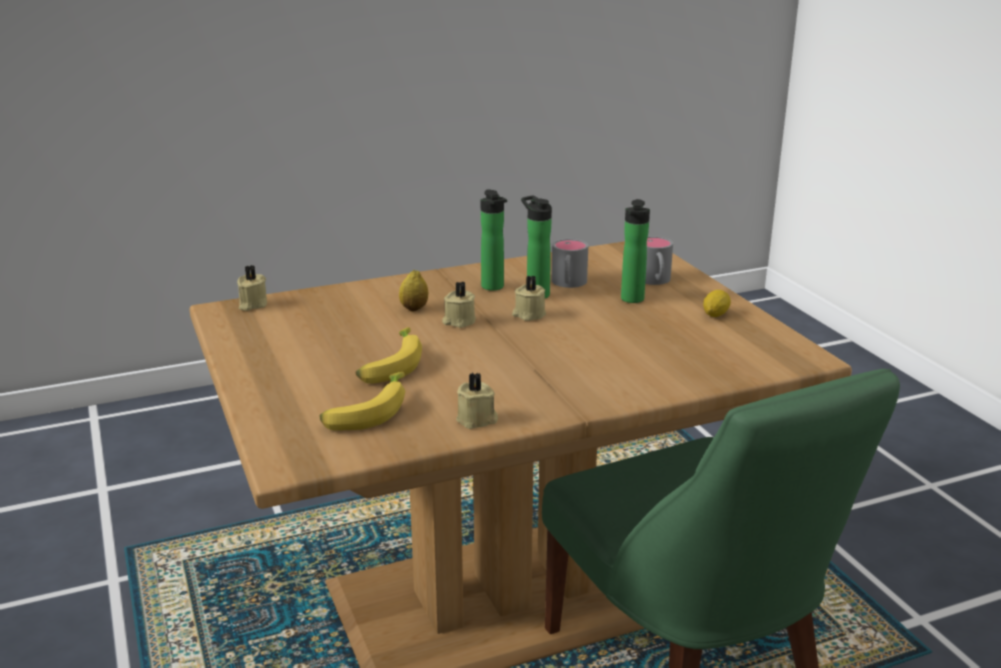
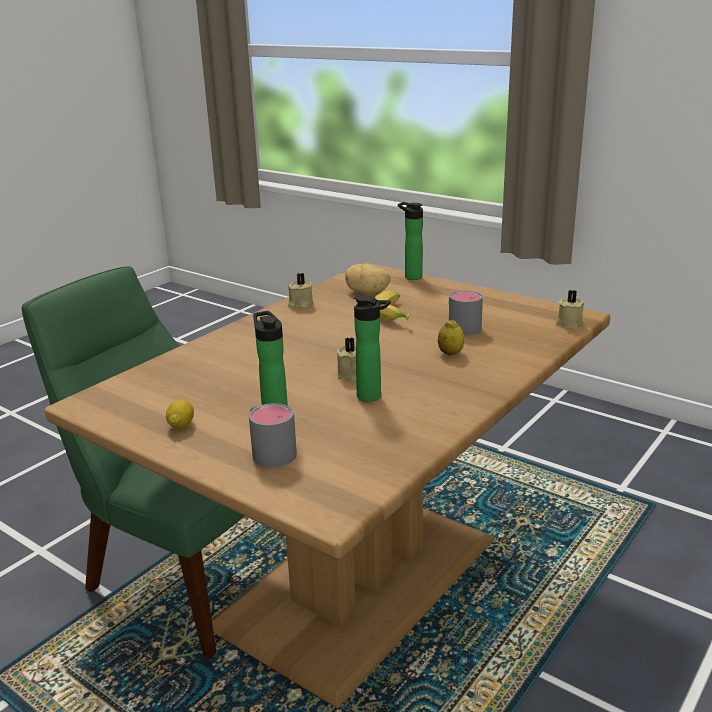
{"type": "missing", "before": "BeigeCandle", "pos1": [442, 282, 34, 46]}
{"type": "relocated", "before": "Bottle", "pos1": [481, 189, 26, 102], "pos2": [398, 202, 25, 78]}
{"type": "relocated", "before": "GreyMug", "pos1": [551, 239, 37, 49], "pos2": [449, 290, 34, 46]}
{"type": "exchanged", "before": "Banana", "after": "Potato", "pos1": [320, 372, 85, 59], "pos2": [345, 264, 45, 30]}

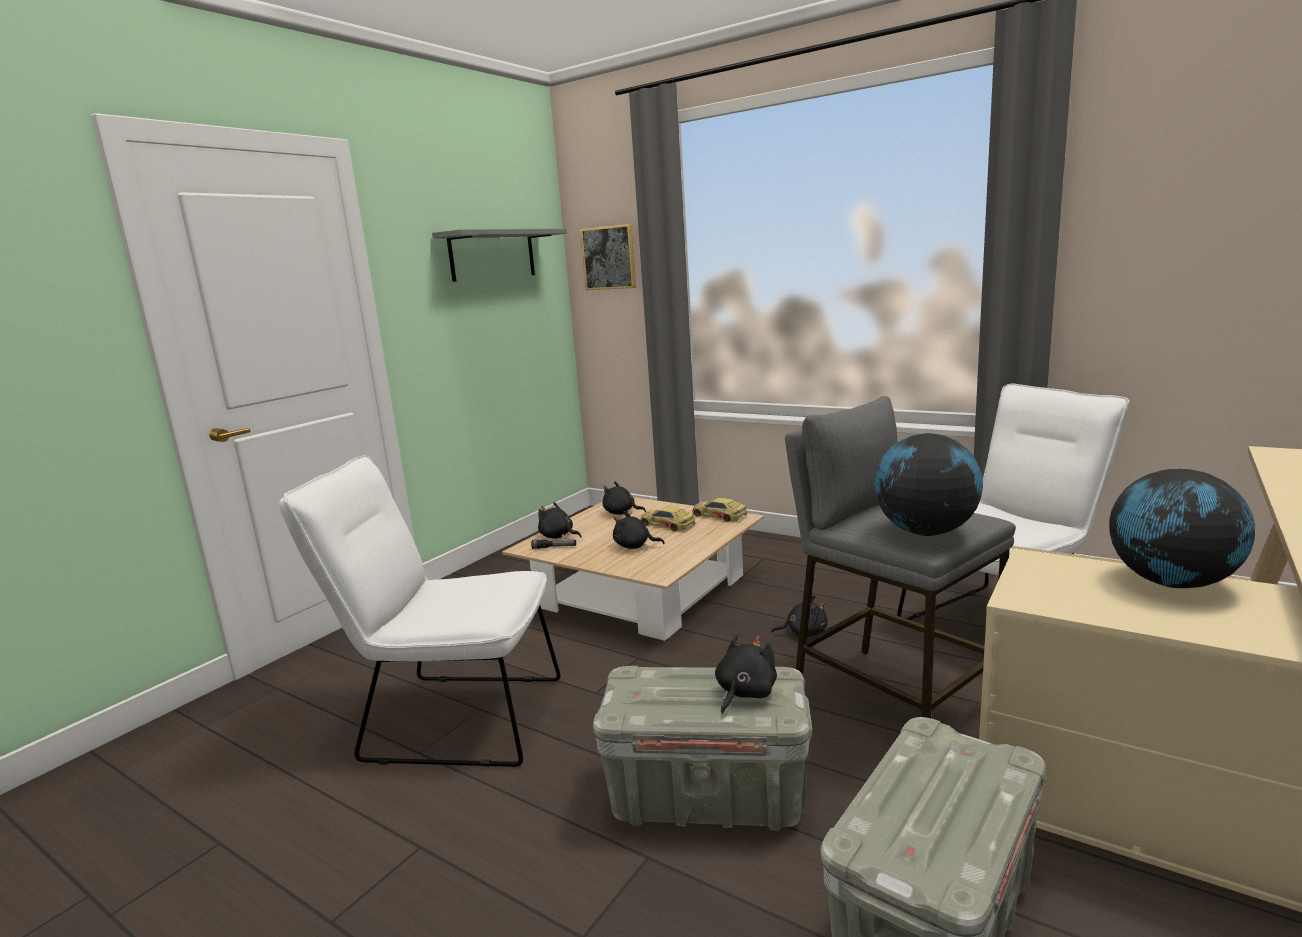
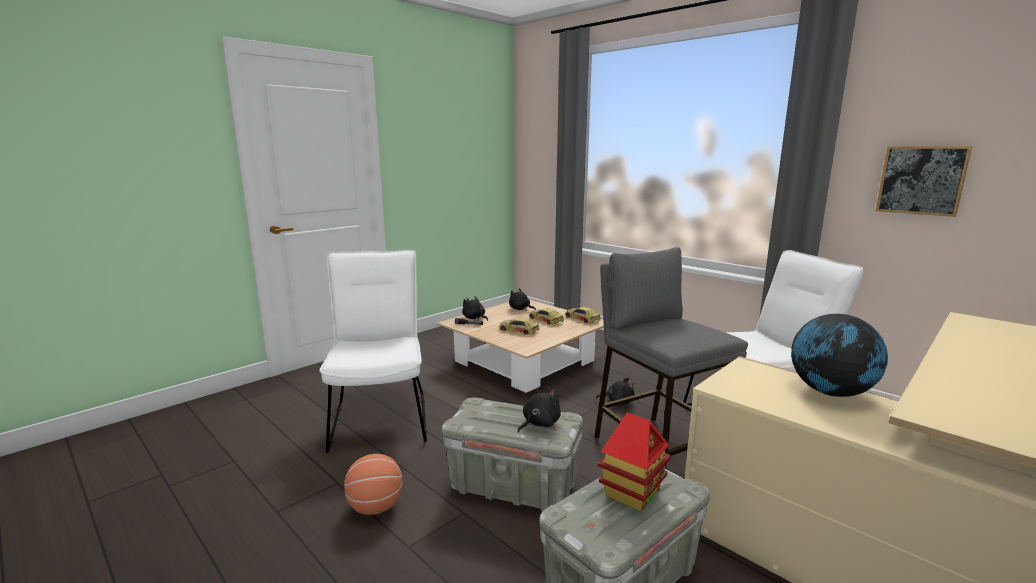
{"type": "missing", "before": "GreyShelf", "pos1": [432, 229, 135, 53]}
{"type": "missing", "before": "Globe", "pos1": [874, 433, 109, 103]}
{"type": "appeared", "after": "Basketball", "pos2": [344, 454, 59, 61]}
{"type": "appeared", "after": "ToyHouse", "pos2": [598, 413, 73, 98]}
{"type": "relocated", "before": "Picture", "pos1": [580, 224, 56, 66], "pos2": [876, 146, 96, 71]}
{"type": "exchanged", "before": "BlackPlushToy", "after": "ToyCar", "pos1": [613, 511, 52, 38], "pos2": [499, 318, 40, 17]}
{"type": "spun", "before": "WhiteChair", "pos1": [279, 455, 282, 312], "pos2": [320, 250, 107, 203], "turn": 60}

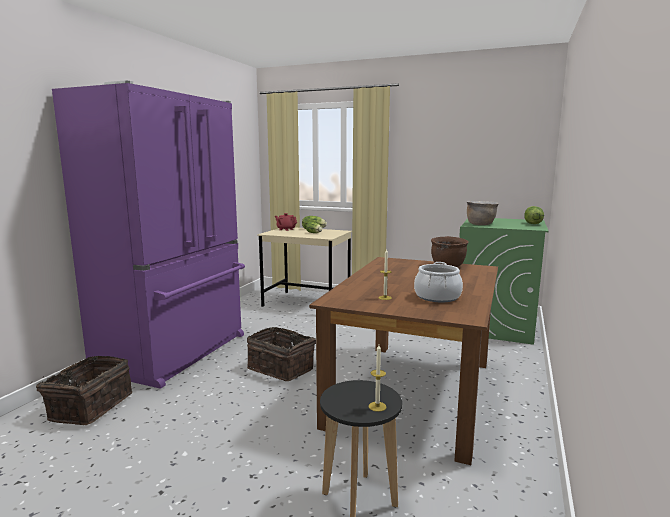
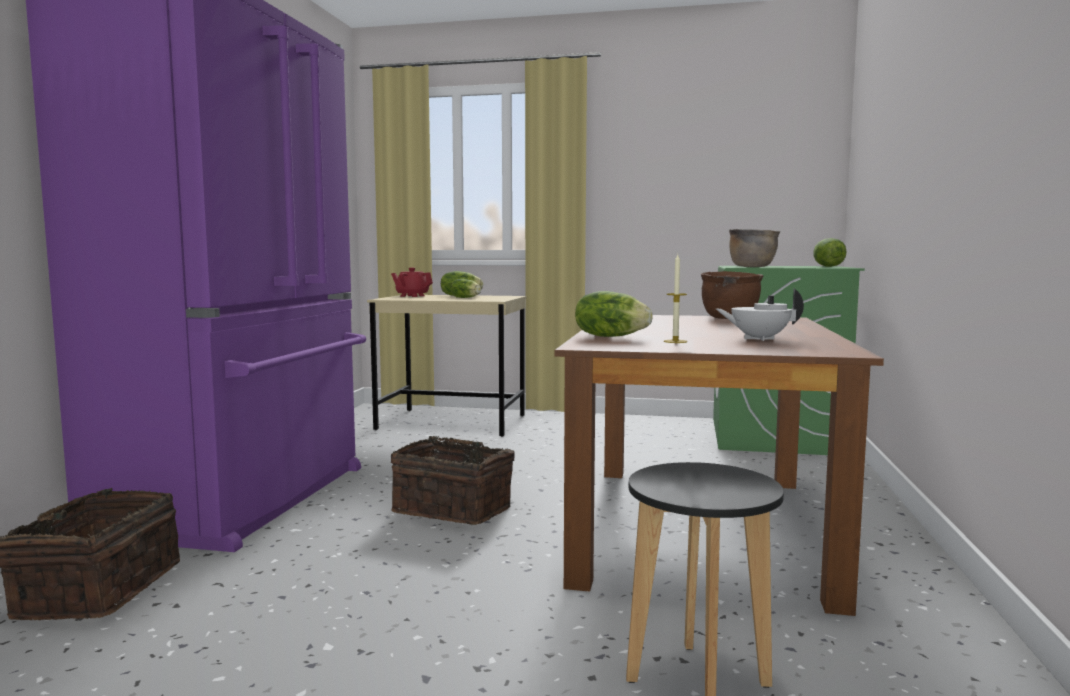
{"type": "missing", "before": "Candle", "pos1": [368, 345, 18, 67]}
{"type": "appeared", "after": "Lettuce", "pos2": [575, 291, 77, 46]}
{"type": "exchanged", "before": "CookingPot", "after": "WhiteTeapot", "pos1": [414, 262, 49, 40], "pos2": [716, 289, 88, 52]}

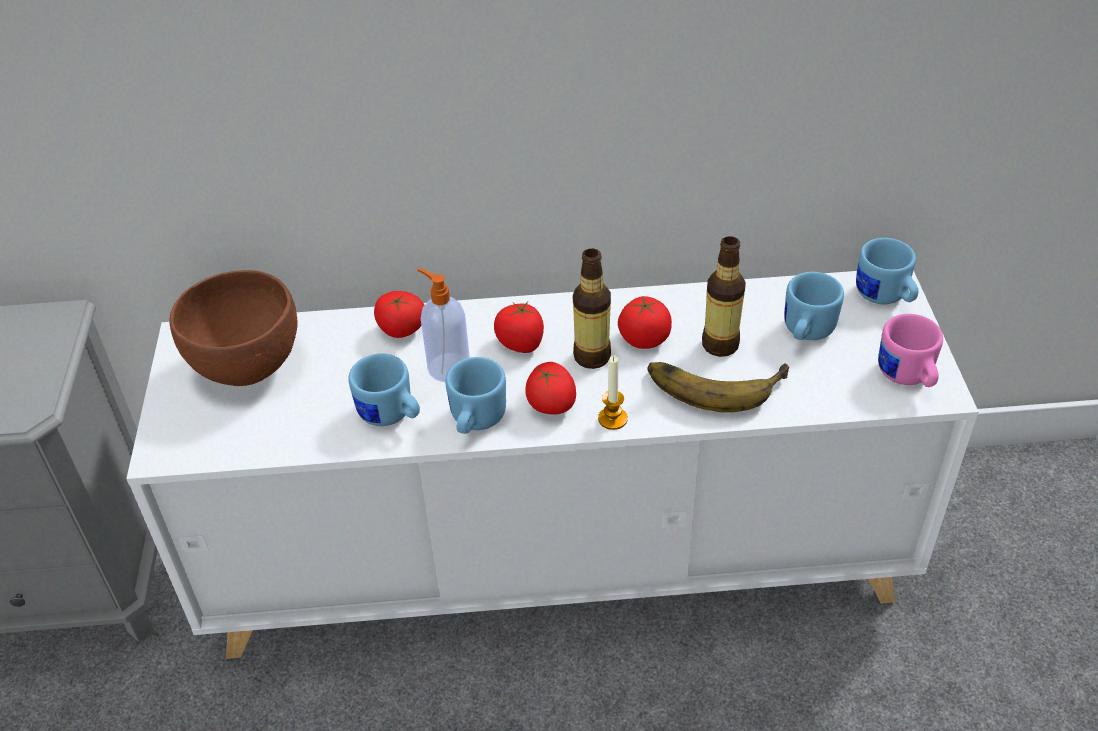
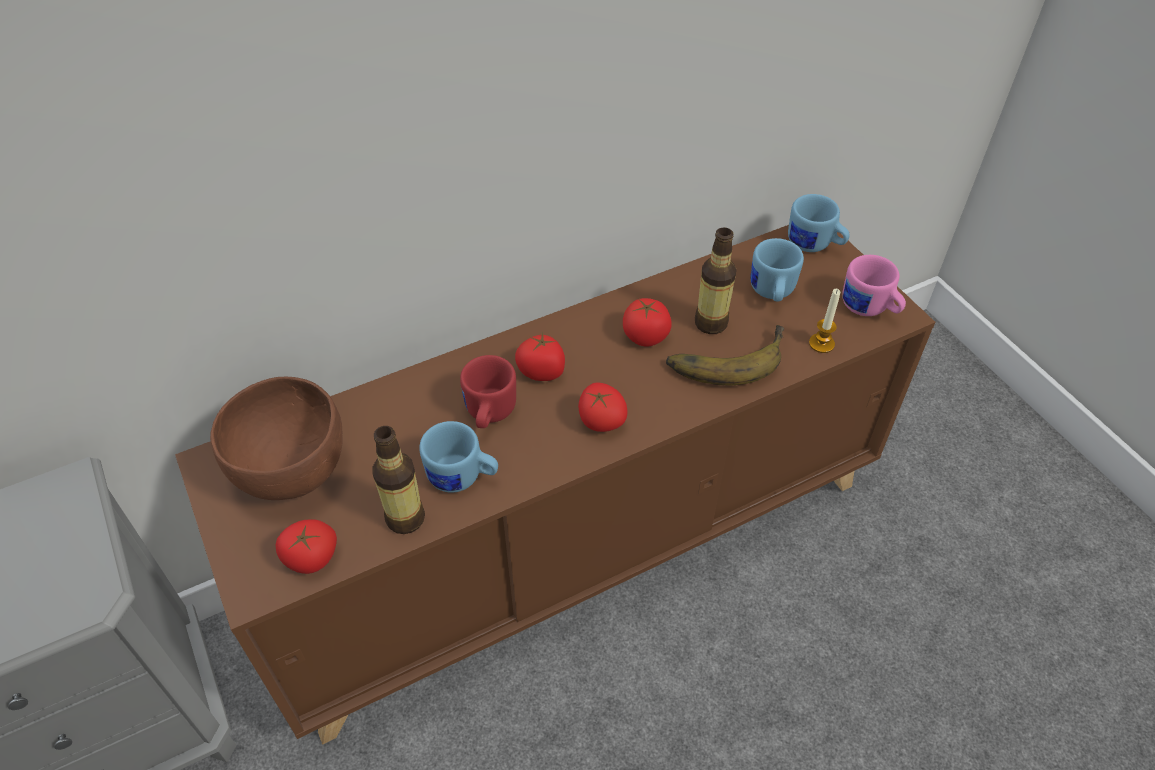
{"type": "missing", "before": "BlueMug", "pos1": [445, 357, 61, 77]}
{"type": "relocated", "before": "Tomato", "pos1": [374, 291, 50, 47], "pos2": [276, 519, 61, 55]}
{"type": "relocated", "before": "Bottle", "pos1": [573, 248, 38, 121], "pos2": [373, 426, 52, 108]}
{"type": "relocated", "before": "Candle", "pos1": [598, 356, 30, 74], "pos2": [809, 289, 31, 64]}
{"type": "exchanged", "before": "SoapDispenser", "after": "RedMug", "pos1": [417, 268, 53, 114], "pos2": [460, 355, 56, 73]}
{"type": "colour", "before": "WhiteCabinet", "after": "BrownCabinet", "pos1": [126, 271, 853, 388], "pos2": [175, 225, 760, 520]}

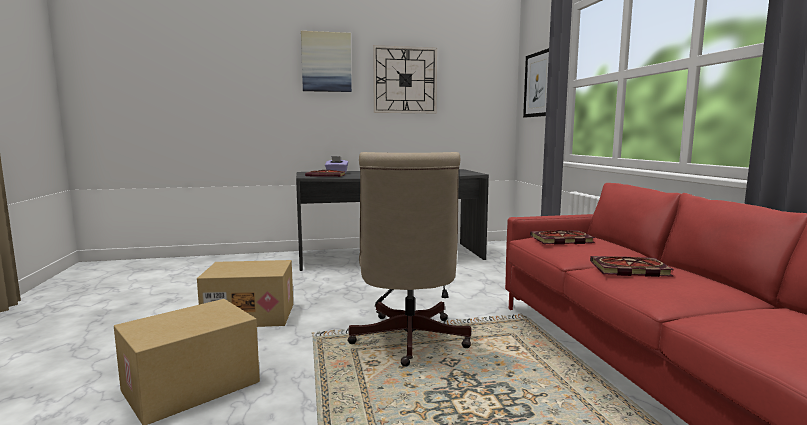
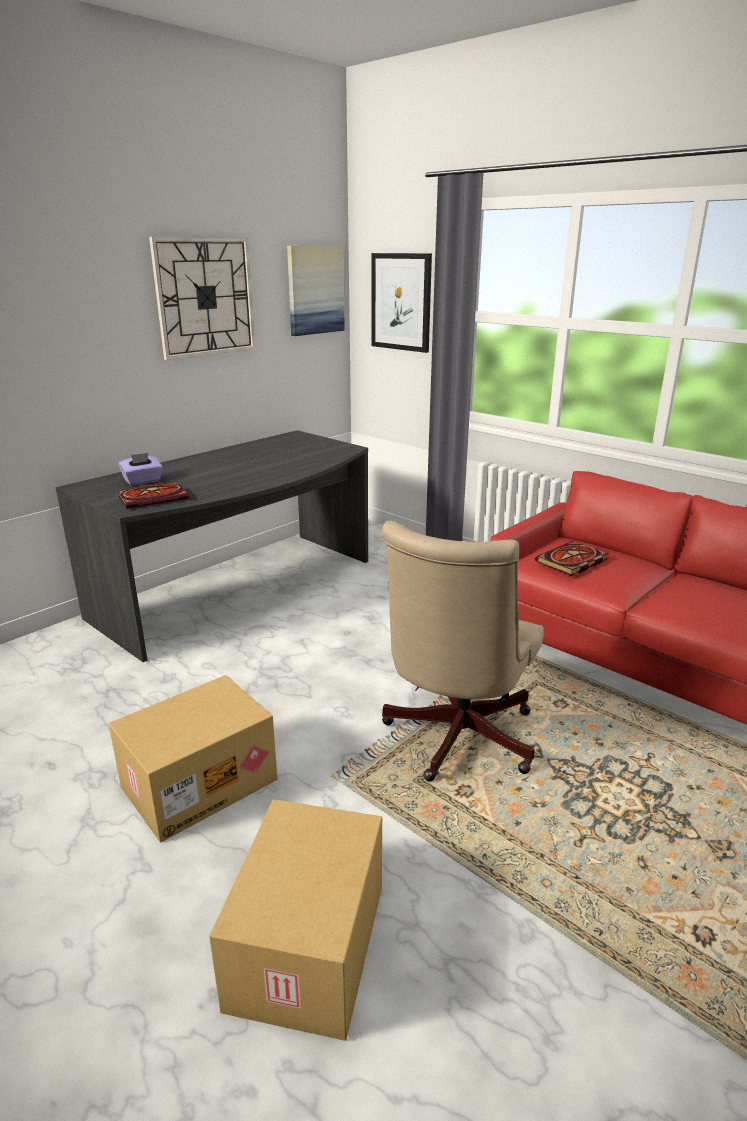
{"type": "missing", "before": "Book", "pos1": [590, 256, 84, 21]}
{"type": "relocated", "before": "Picture", "pos1": [301, 31, 51, 61], "pos2": [287, 246, 58, 90]}
{"type": "spun", "before": "BeigeOfficeChair", "pos1": [347, 152, 124, 215], "pos2": [382, 520, 162, 261], "turn": 60}

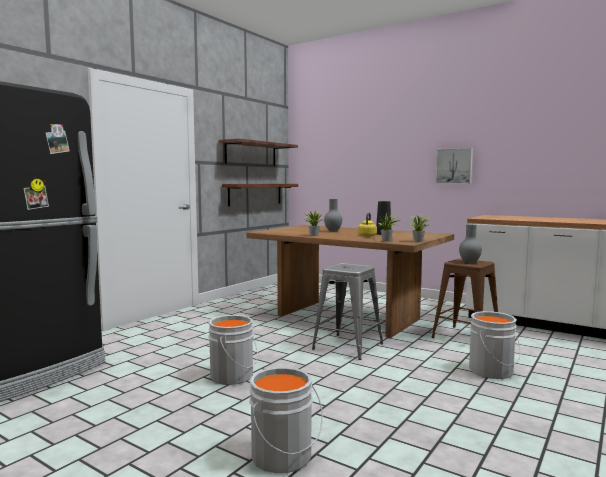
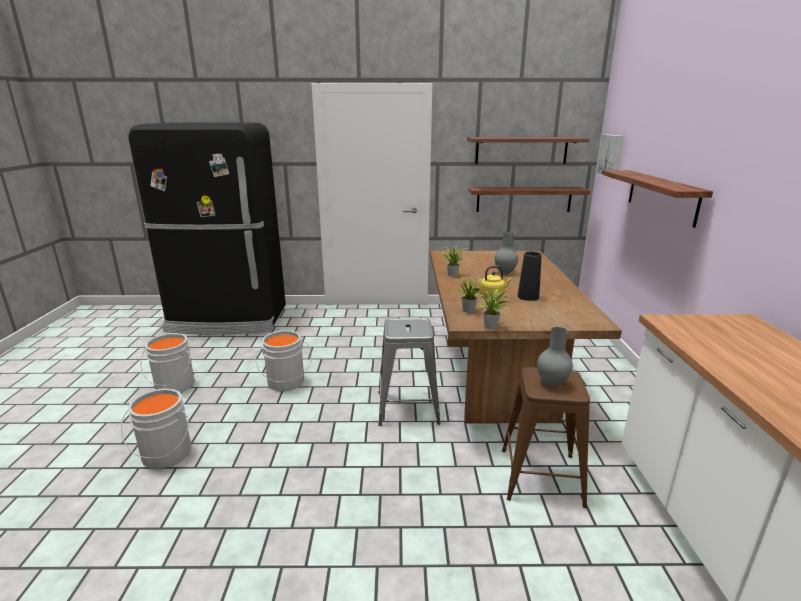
{"type": "appeared", "after": "Shelf", "pos2": [602, 170, 111, 58]}
{"type": "relocated", "before": "Picture", "pos1": [435, 148, 38, 36], "pos2": [595, 134, 28, 45]}
{"type": "relocated", "before": "GreyBucket", "pos1": [469, 311, 51, 68], "pos2": [140, 333, 55, 60]}

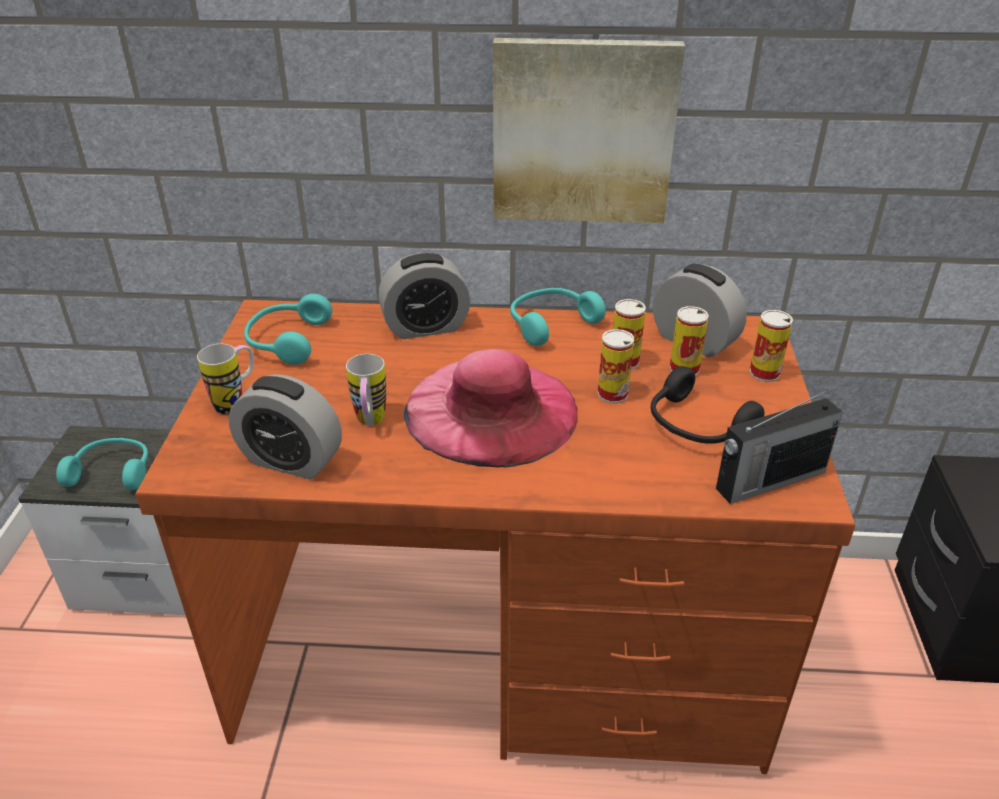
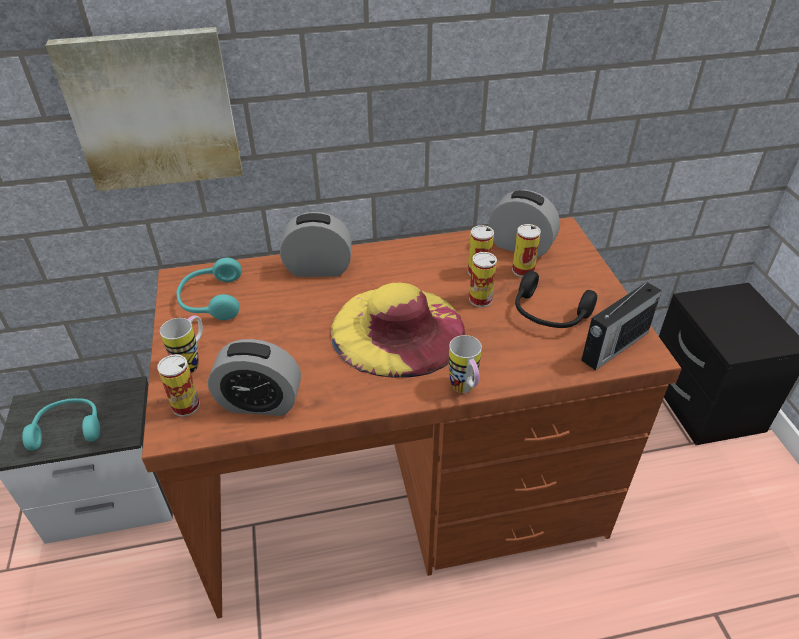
{"type": "missing", "before": "TurquoiseHeadphones", "pos1": [510, 288, 96, 58]}
{"type": "relocated", "before": "Mug", "pos1": [346, 354, 40, 71], "pos2": [449, 335, 33, 58]}
{"type": "relocated", "before": "Picture", "pos1": [493, 38, 192, 185], "pos2": [46, 27, 197, 164]}
{"type": "relocated", "before": "Can", "pos1": [749, 310, 44, 72], "pos2": [157, 354, 43, 63]}
{"type": "colour", "before": "PinkHat", "after": "YellowHat", "pos1": [404, 349, 174, 119], "pos2": [331, 282, 134, 96]}
{"type": "spun", "before": "AlarmClock", "pos1": [378, 253, 92, 86], "pos2": [280, 212, 72, 65], "turn": -150}

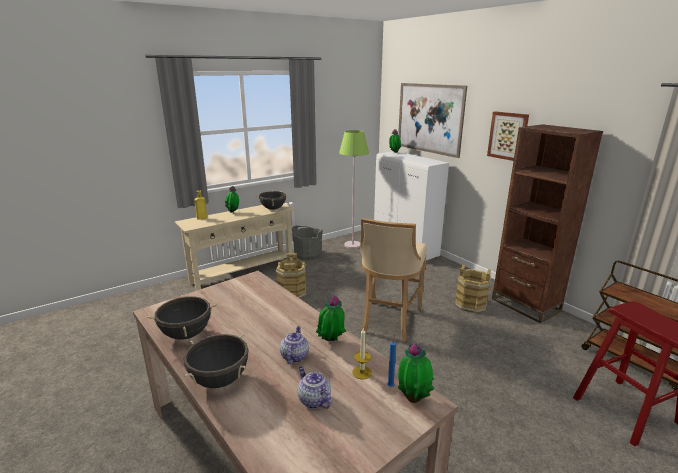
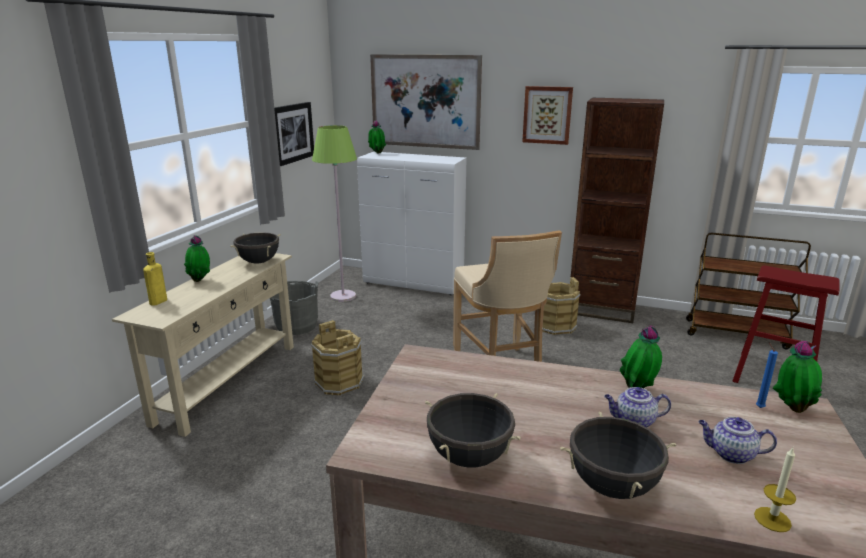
{"type": "appeared", "after": "Picture", "pos2": [274, 102, 40, 64]}
{"type": "relocated", "before": "Candle", "pos1": [352, 328, 20, 51], "pos2": [754, 448, 42, 84]}
{"type": "spun", "before": "Teapot", "pos1": [280, 326, 29, 38], "pos2": [604, 387, 67, 40], "turn": -60}

